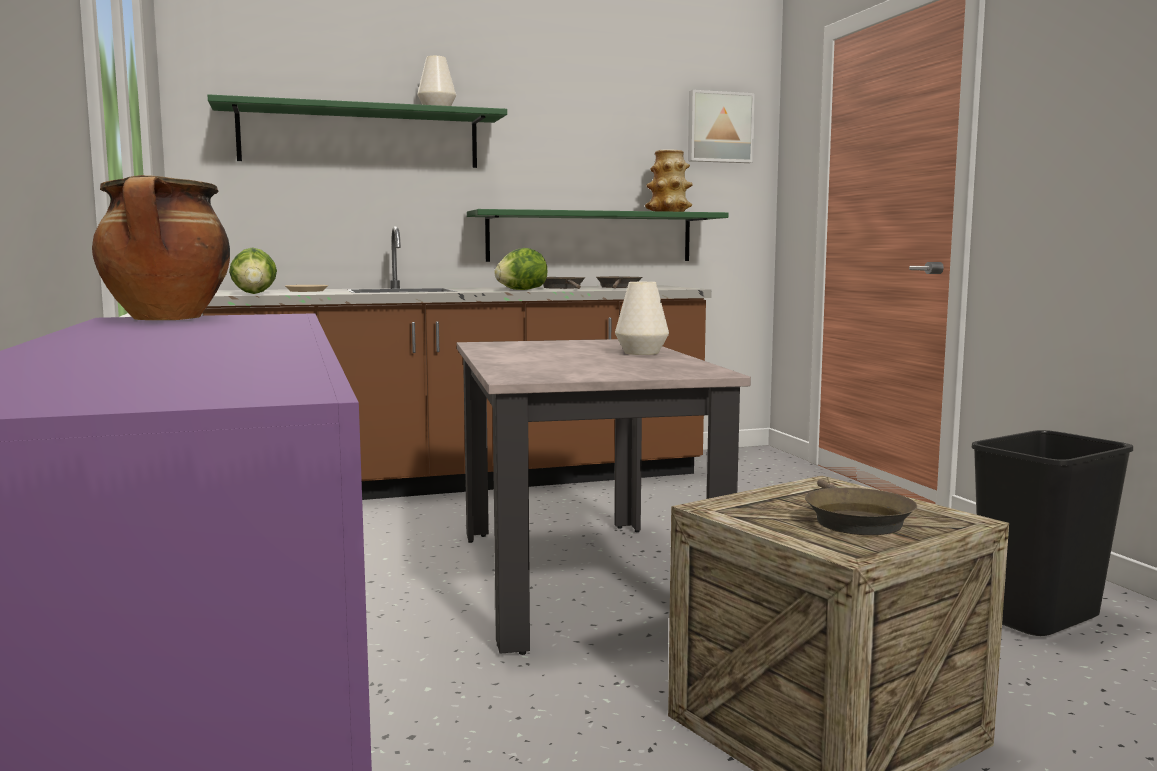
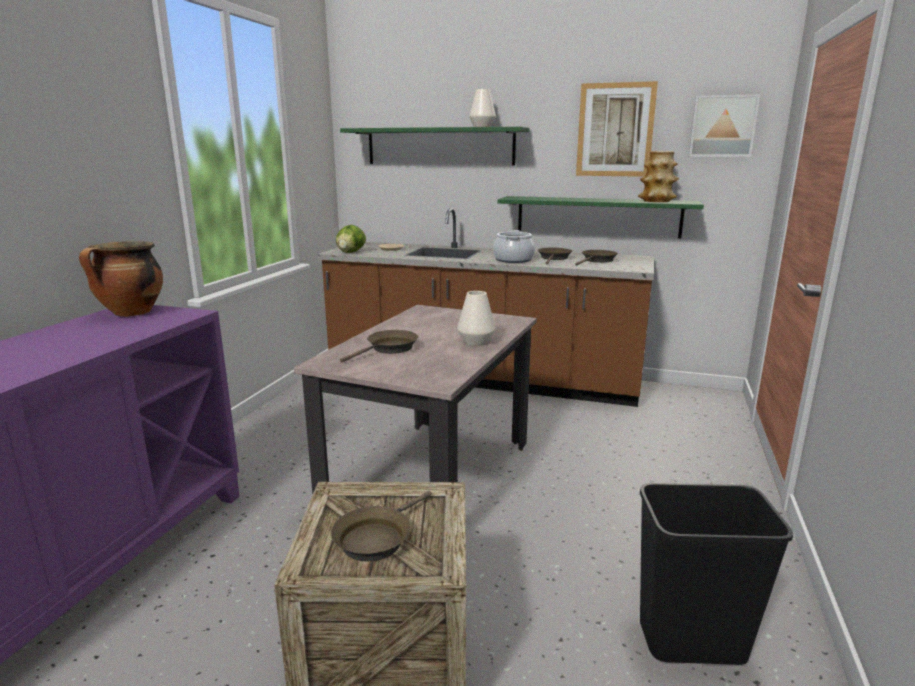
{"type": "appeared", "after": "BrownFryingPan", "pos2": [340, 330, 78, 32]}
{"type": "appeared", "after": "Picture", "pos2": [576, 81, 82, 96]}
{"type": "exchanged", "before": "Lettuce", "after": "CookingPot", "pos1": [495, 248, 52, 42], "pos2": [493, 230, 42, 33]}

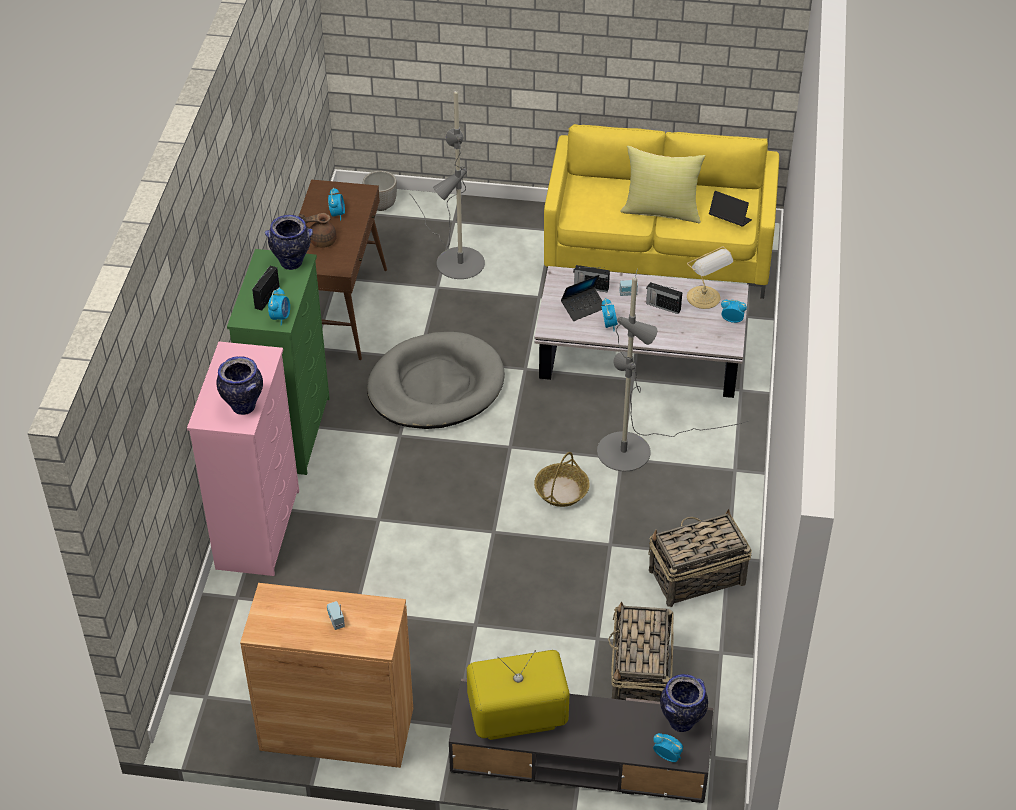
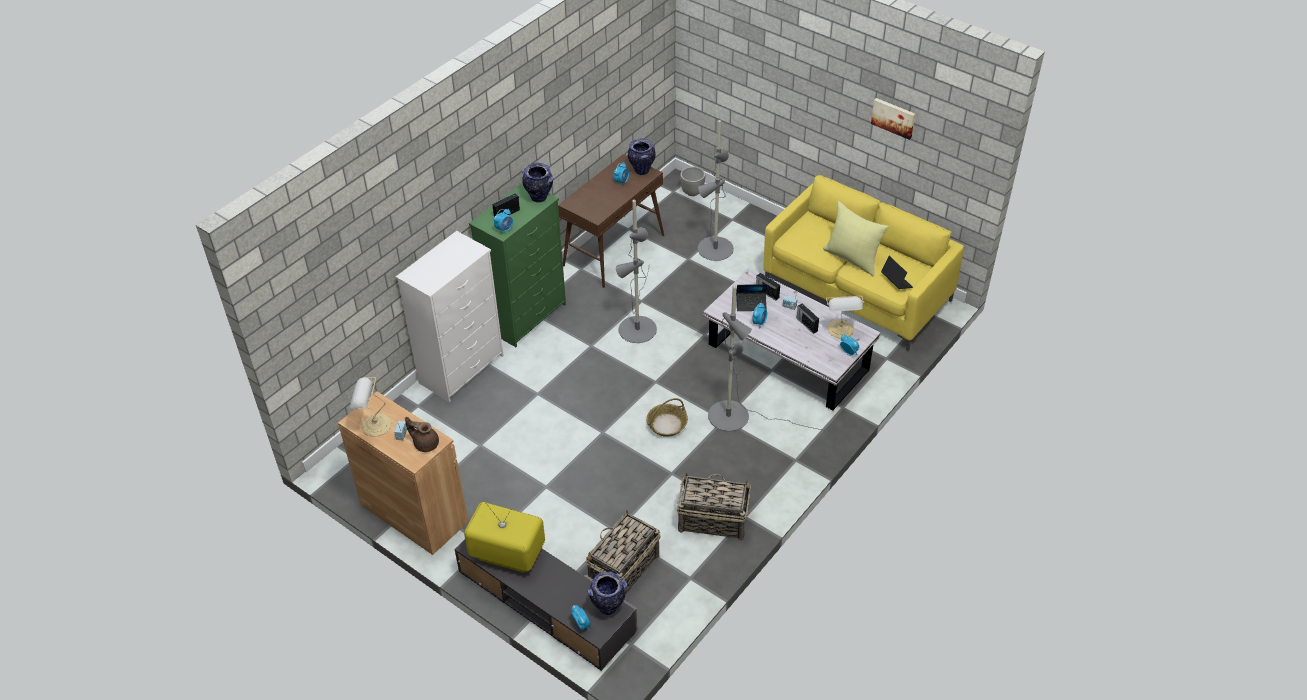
{"type": "appeared", "after": "TableLamp", "pos2": [350, 377, 42, 60]}
{"type": "appeared", "after": "Picture", "pos2": [871, 98, 44, 42]}
{"type": "relocated", "before": "Vase", "pos1": [217, 356, 46, 59], "pos2": [628, 138, 28, 37]}
{"type": "relocated", "before": "BrownTeapot", "pos1": [299, 213, 38, 34], "pos2": [405, 417, 34, 35]}
{"type": "exchanged", "before": "GreyDogBed", "after": "GreyFloorLamp", "pos1": [367, 332, 138, 97], "pos2": [616, 200, 41, 143]}
{"type": "colour", "before": "PinkDresser", "after": "WhiteDresser", "pos1": [187, 341, 112, 235], "pos2": [396, 231, 108, 171]}

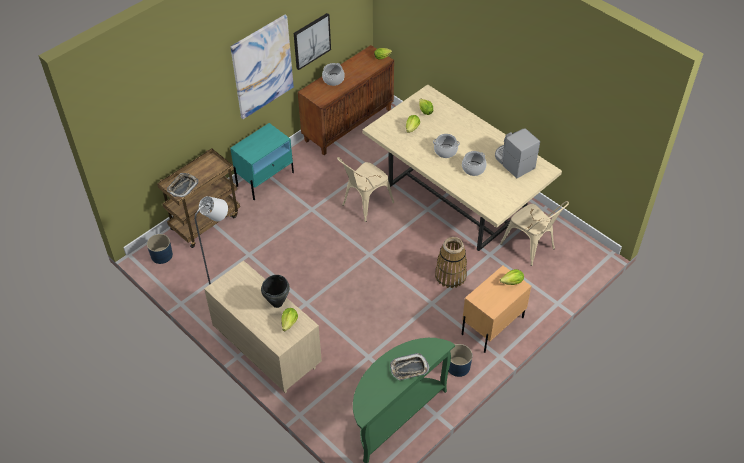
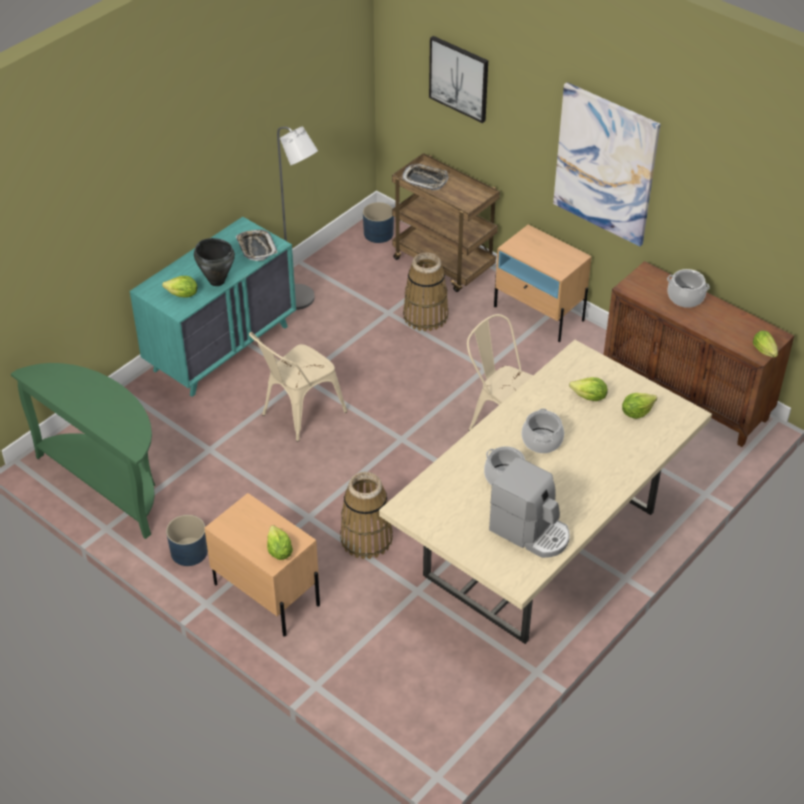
{"type": "appeared", "after": "Basket", "pos2": [403, 252, 46, 79]}
{"type": "relocated", "before": "Picture", "pos1": [294, 13, 37, 57], "pos2": [429, 36, 59, 87]}
{"type": "relocated", "before": "Tray", "pos1": [390, 353, 40, 27], "pos2": [236, 230, 41, 31]}
{"type": "relocated", "before": "BeigeChair", "pos1": [500, 201, 69, 65], "pos2": [249, 332, 98, 110]}
{"type": "colour", "before": "BeigeDresser", "after": "TurquoiseDresser", "pos1": [204, 260, 118, 133], "pos2": [130, 217, 166, 180]}
{"type": "colour", "before": "TurquoiseNightstand", "after": "BeigeNightstand", "pos1": [230, 123, 64, 77], "pos2": [494, 224, 98, 118]}
{"type": "spun", "before": "CoffeeMachine", "pos1": [495, 128, 45, 50], "pos2": [489, 457, 81, 101], "turn": 75}

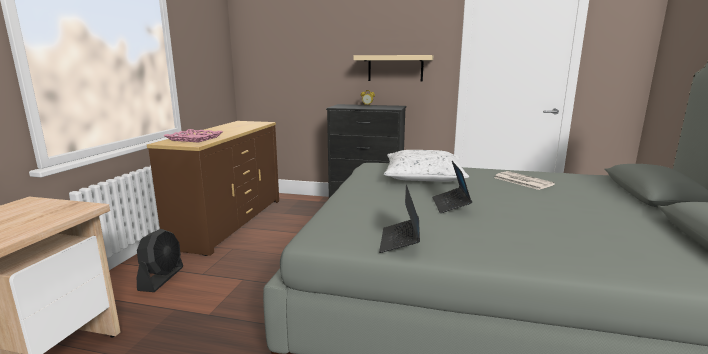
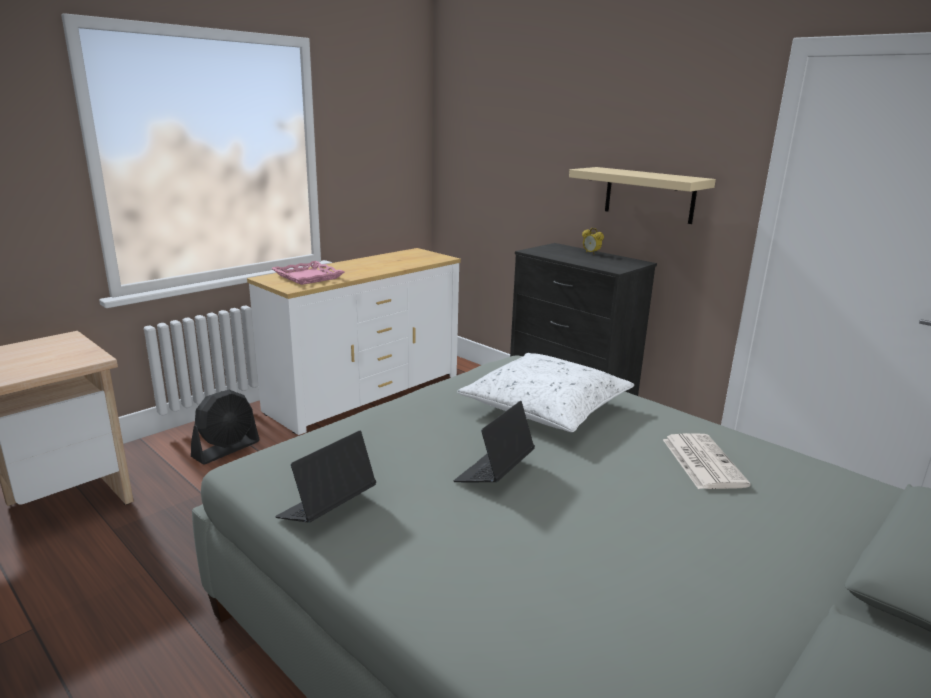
{"type": "colour", "before": "BrownDresser", "after": "WhiteDresser", "pos1": [147, 121, 132, 135], "pos2": [247, 248, 214, 187]}

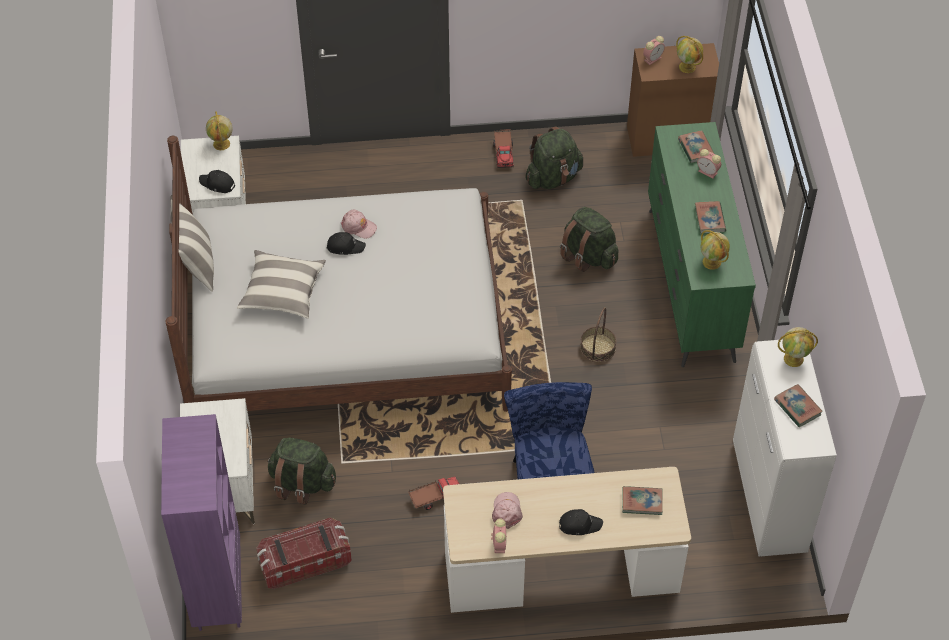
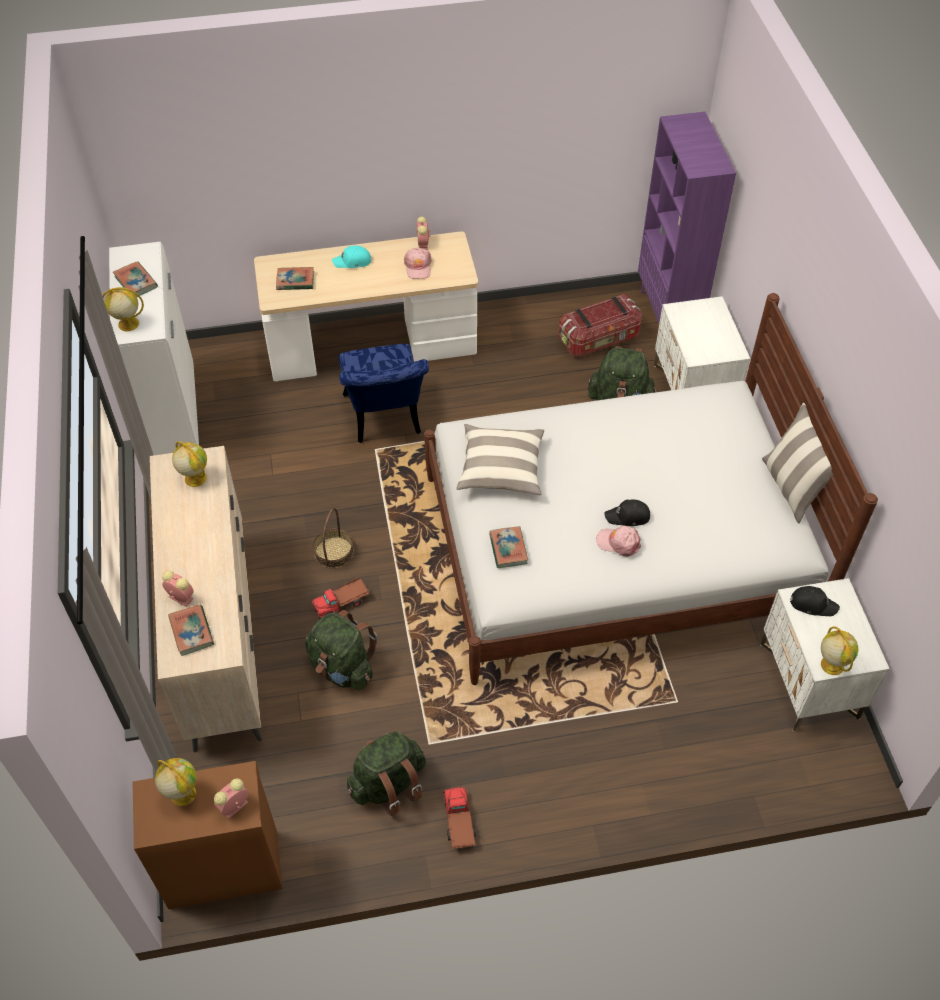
{"type": "relocated", "before": "Pillow", "pos1": [237, 250, 89, 68], "pos2": [457, 424, 88, 71]}
{"type": "relocated", "before": "ToyTruck", "pos1": [408, 476, 51, 34], "pos2": [311, 577, 58, 42]}
{"type": "relocated", "before": "Book", "pos1": [695, 201, 31, 33], "pos2": [489, 526, 39, 42]}
{"type": "colour", "before": "BlackCap", "after": "TurquoiseCap", "pos1": [559, 509, 44, 26], "pos2": [332, 246, 39, 22]}
{"type": "colour", "before": "GreenDresser", "after": "BeigeDresser", "pos1": [648, 122, 108, 245], "pos2": [150, 446, 112, 306]}

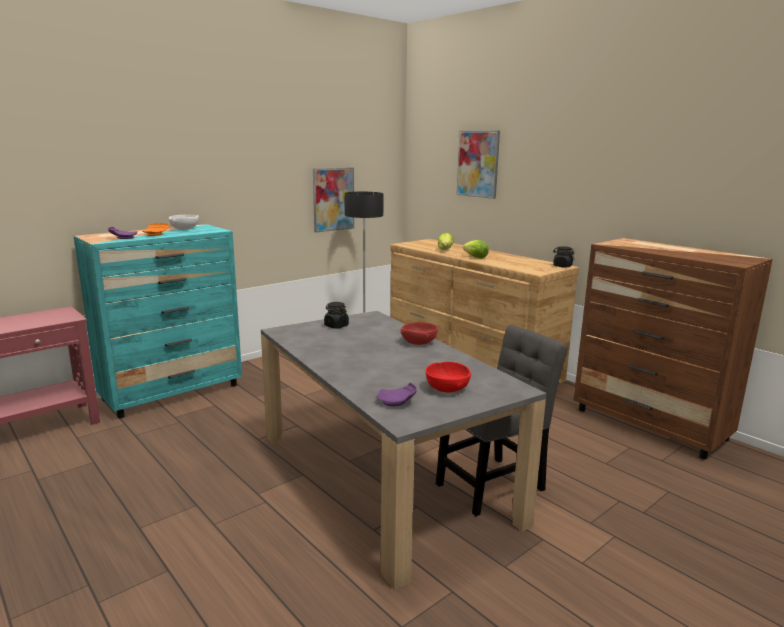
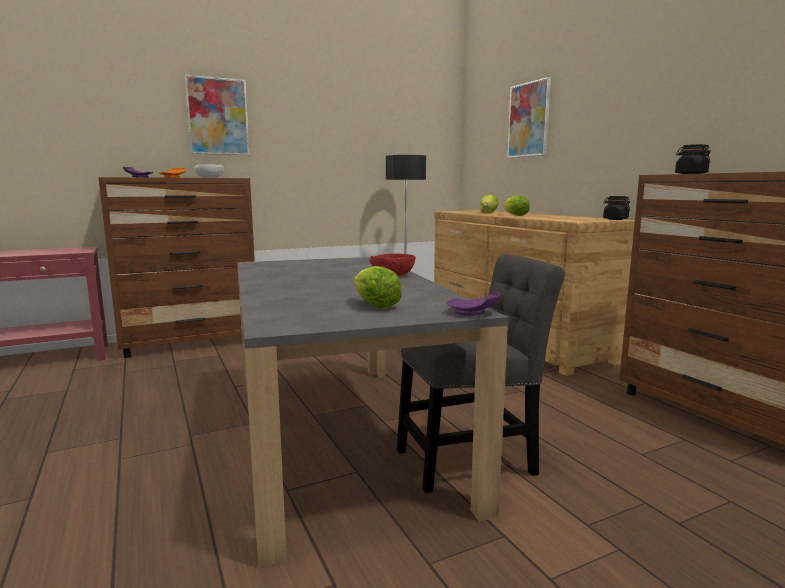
{"type": "relocated", "before": "Picture", "pos1": [313, 167, 41, 65], "pos2": [185, 75, 65, 80]}
{"type": "relocated", "before": "BlackJar", "pos1": [324, 302, 25, 27], "pos2": [675, 144, 36, 30]}
{"type": "relocated", "before": "PurplePlate", "pos1": [376, 383, 41, 23], "pos2": [446, 291, 55, 25]}
{"type": "exchanged", "before": "RedBowl", "after": "Lettuce", "pos1": [426, 362, 45, 31], "pos2": [353, 266, 49, 43]}
{"type": "colour", "before": "TurquoiseDresser", "after": "BrownDresser", "pos1": [74, 224, 168, 194], "pos2": [98, 177, 157, 181]}

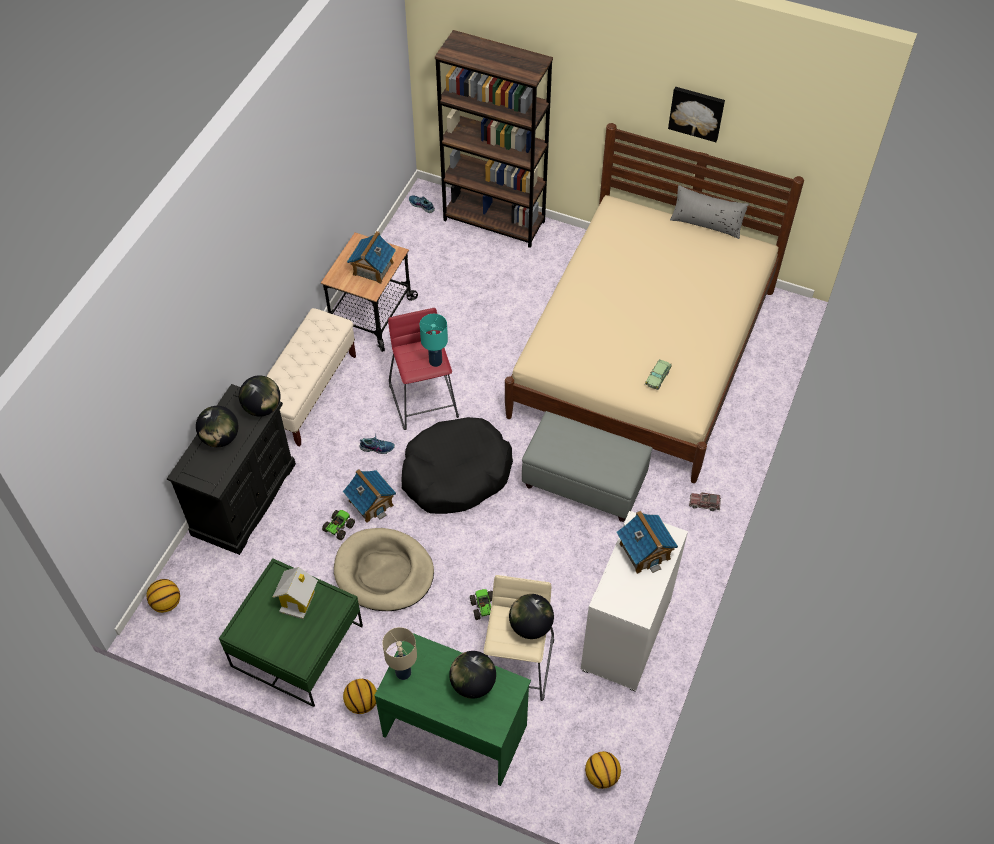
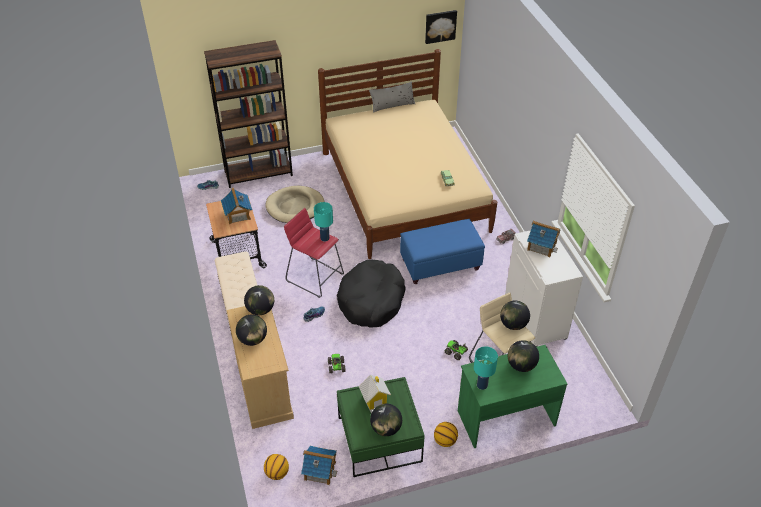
{"type": "missing", "before": "Basketball", "pos1": [585, 751, 36, 38]}
{"type": "appeared", "after": "Globe", "pos2": [370, 404, 32, 32]}
{"type": "relocated", "before": "BeigeDogBed", "pos1": [334, 528, 100, 83], "pos2": [265, 186, 60, 37]}
{"type": "relocated", "before": "ToyHouse", "pos1": [343, 469, 53, 54], "pos2": [301, 446, 36, 39]}
{"type": "relocated", "before": "Picture", "pos1": [668, 87, 57, 55], "pos2": [425, 10, 32, 34]}
{"type": "colour", "before": "BlackDresser", "after": "BeigeDresser", "pos1": [167, 384, 129, 171], "pos2": [227, 306, 67, 123]}
{"type": "colour", "before": "BeigeTableLamp", "after": "TurquoiseTableLamp", "pos1": [382, 627, 35, 53], "pos2": [474, 346, 24, 44]}
{"type": "colour", "before": "GreyOttoman", "after": "BlueOttoman", "pos1": [522, 411, 130, 111], "pos2": [400, 219, 85, 65]}

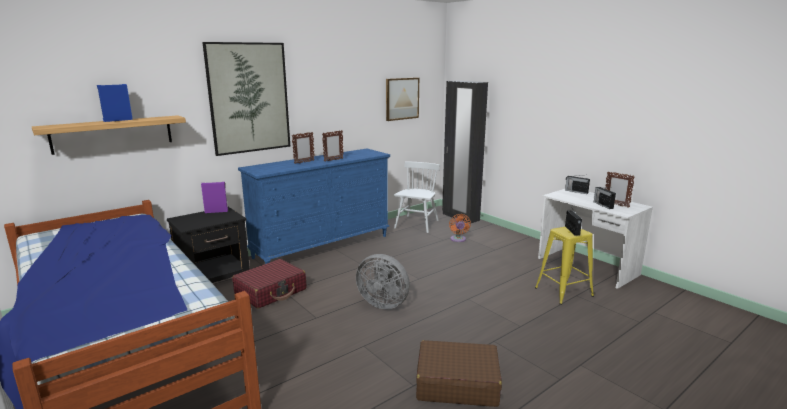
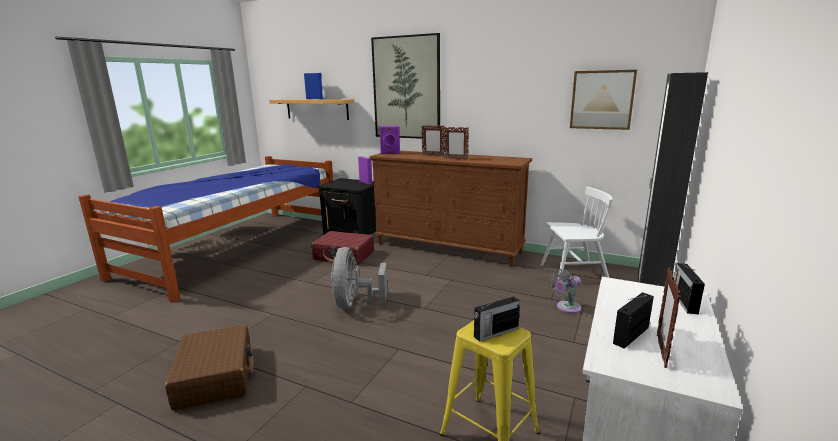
{"type": "appeared", "after": "PurpleSpeaker", "pos2": [379, 126, 21, 28]}
{"type": "colour", "before": "BlueDresser", "after": "BrownDresser", "pos1": [238, 149, 152, 115], "pos2": [370, 151, 162, 116]}
{"type": "colour", "before": "OrangeFan", "after": "GreyFan", "pos1": [449, 214, 22, 28], "pos2": [551, 269, 31, 45]}

